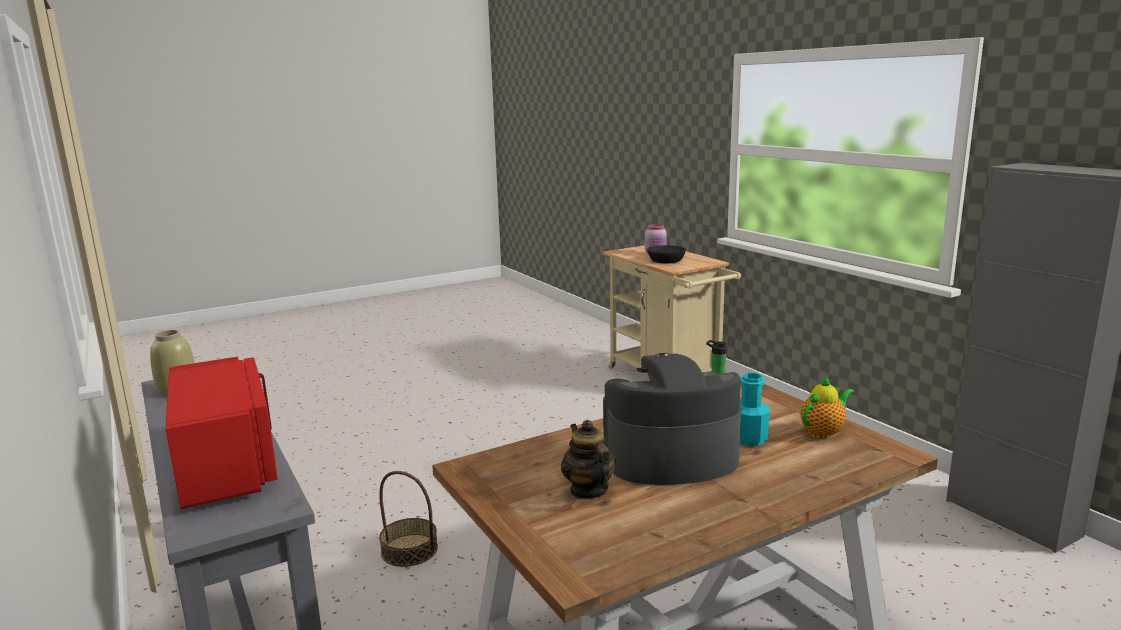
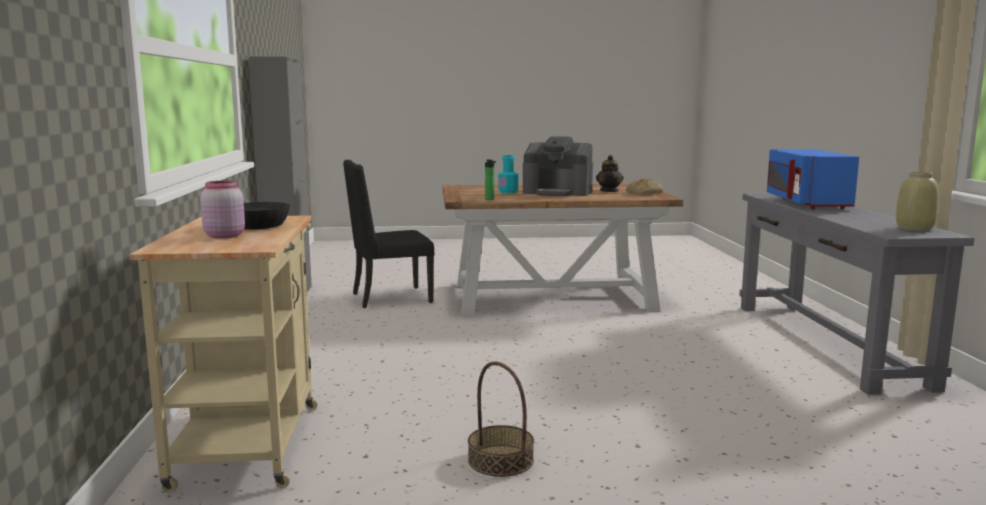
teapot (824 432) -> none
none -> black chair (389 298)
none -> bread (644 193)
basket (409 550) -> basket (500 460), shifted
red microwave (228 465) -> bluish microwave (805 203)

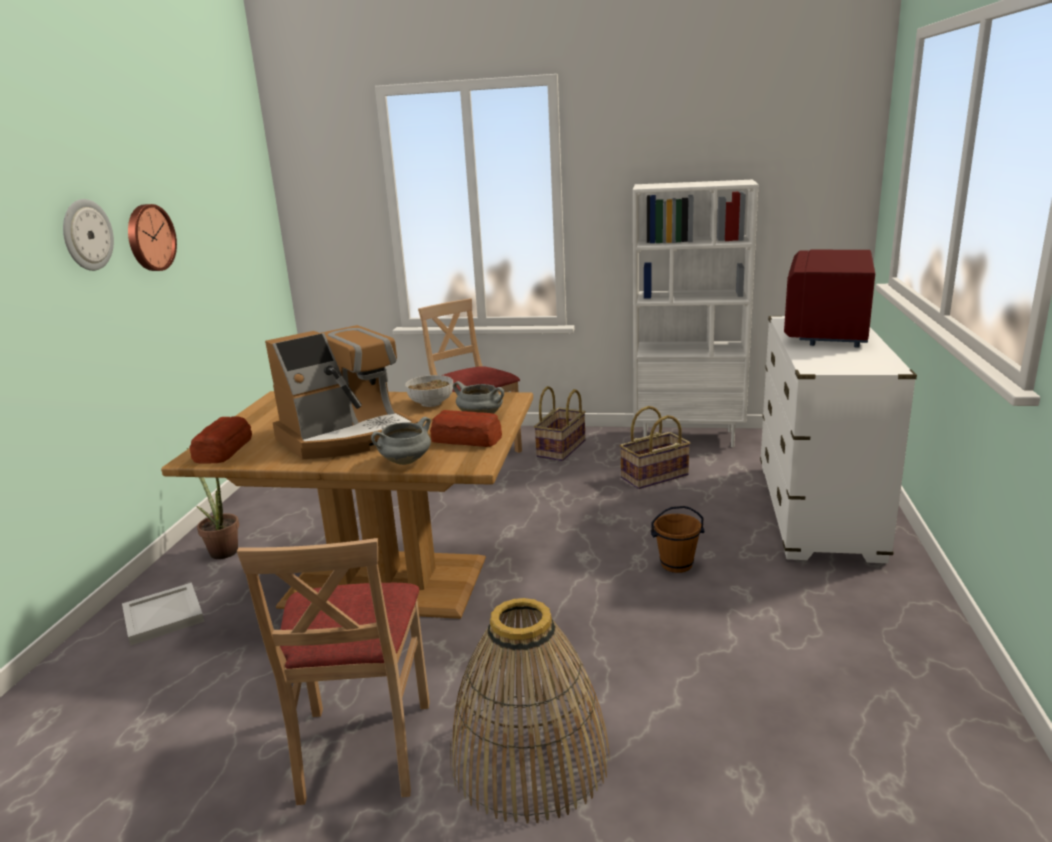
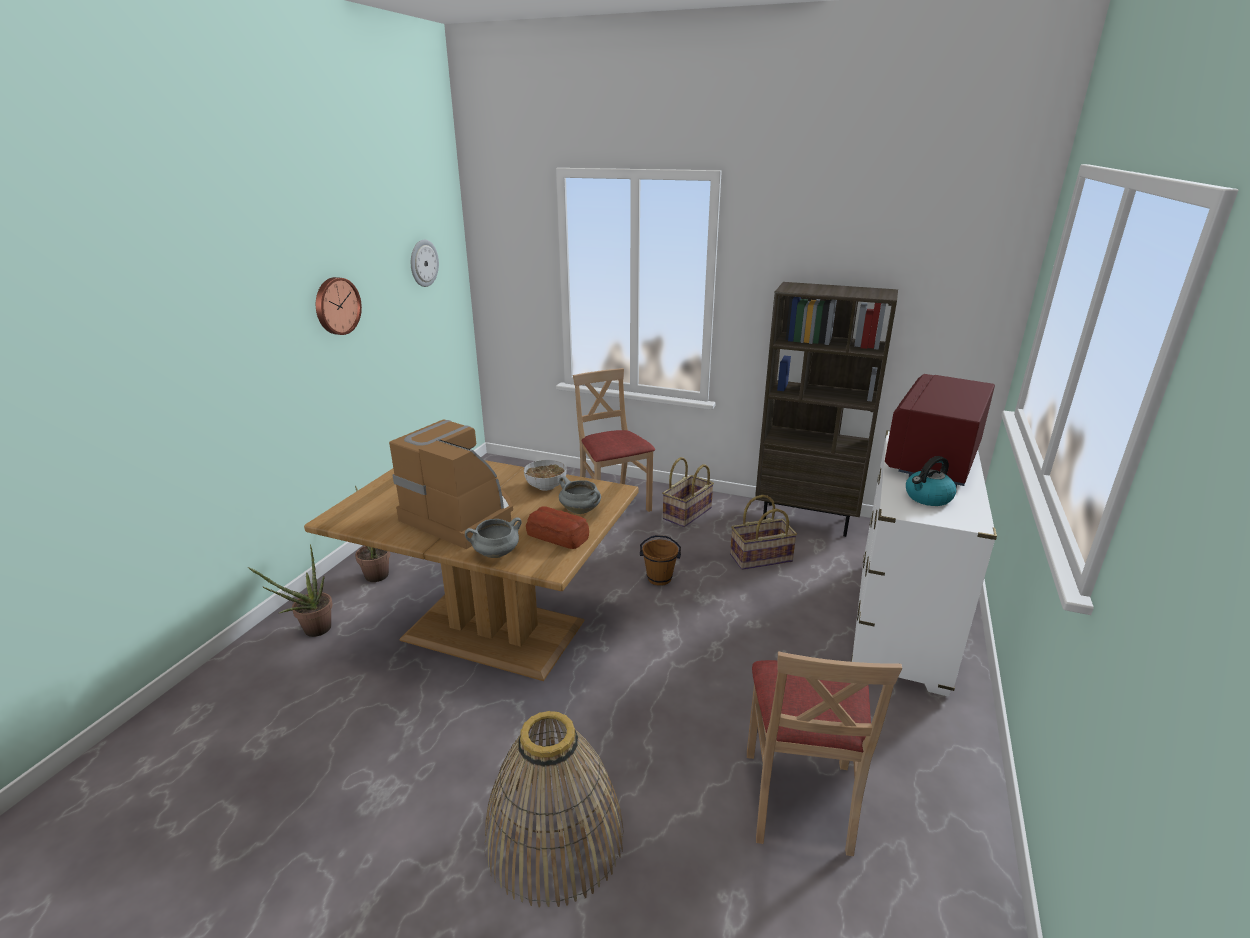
bread (222 450) -> none
none -> water kettle (928 498)
wall clock (86 235) -> wall clock (423 263), shifted
sand-coloured chair (363 749) -> sand-coloured chair (799 799), shifted
brown bucket (676 564) -> brown bucket (659 578), shifted
white tray (162 616) -> potted plant (311 631)
white bookshelf (688 437) -> brown bookshelf (807 519)
coffee maker (347 437) -> coffee maker (461 515), 120 degrees counterclockwise

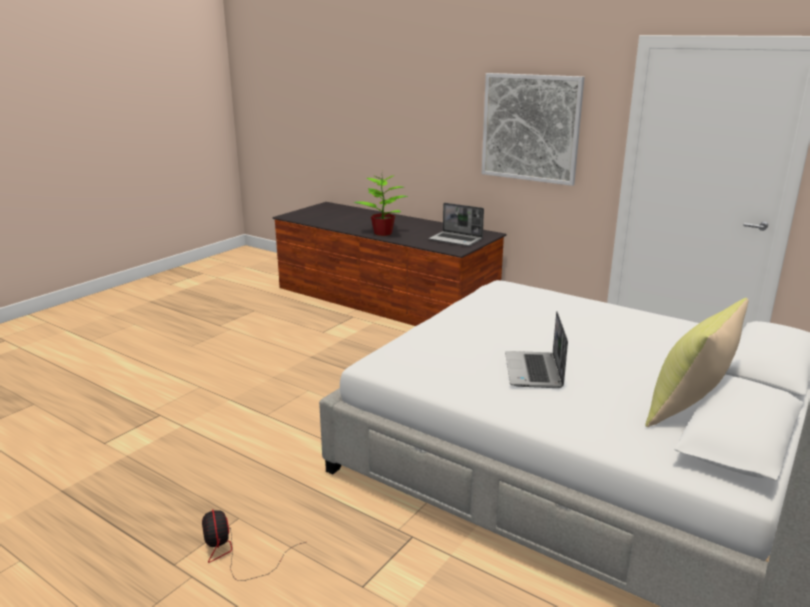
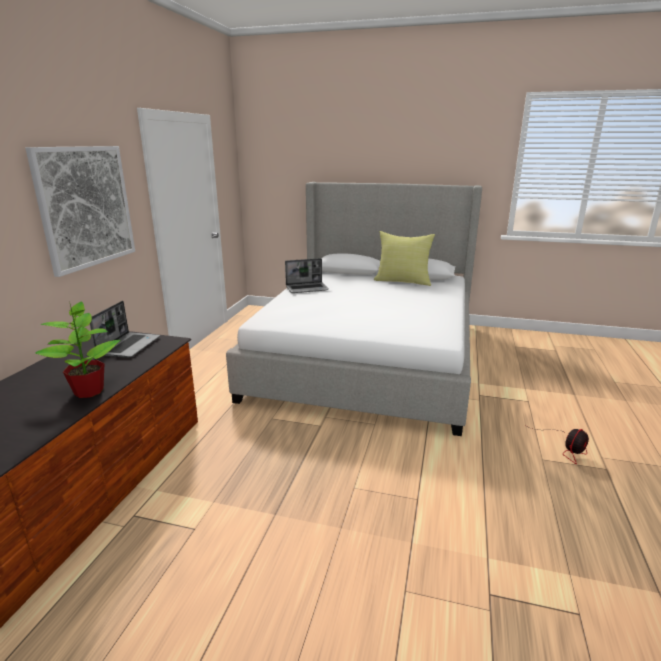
laptop (534 371) -> laptop (307 288), shifted

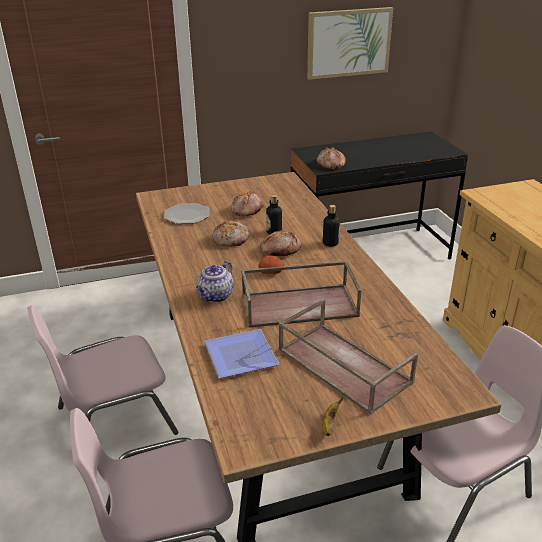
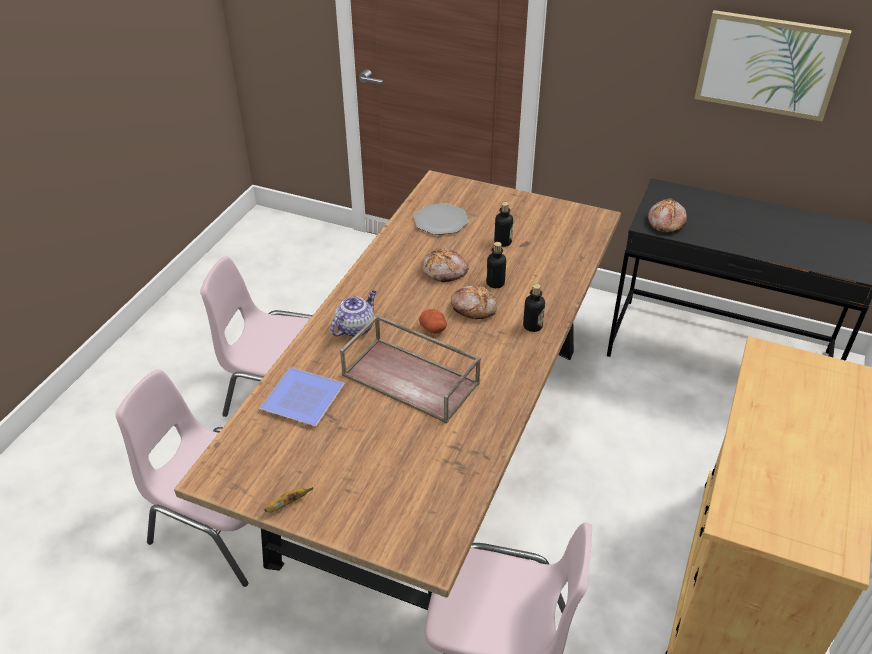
brown tray (341 366) -> none
bread (246 210) -> bottle (503 242)
teapot (216 296) -> teapot (355 328), 150 degrees clockwise

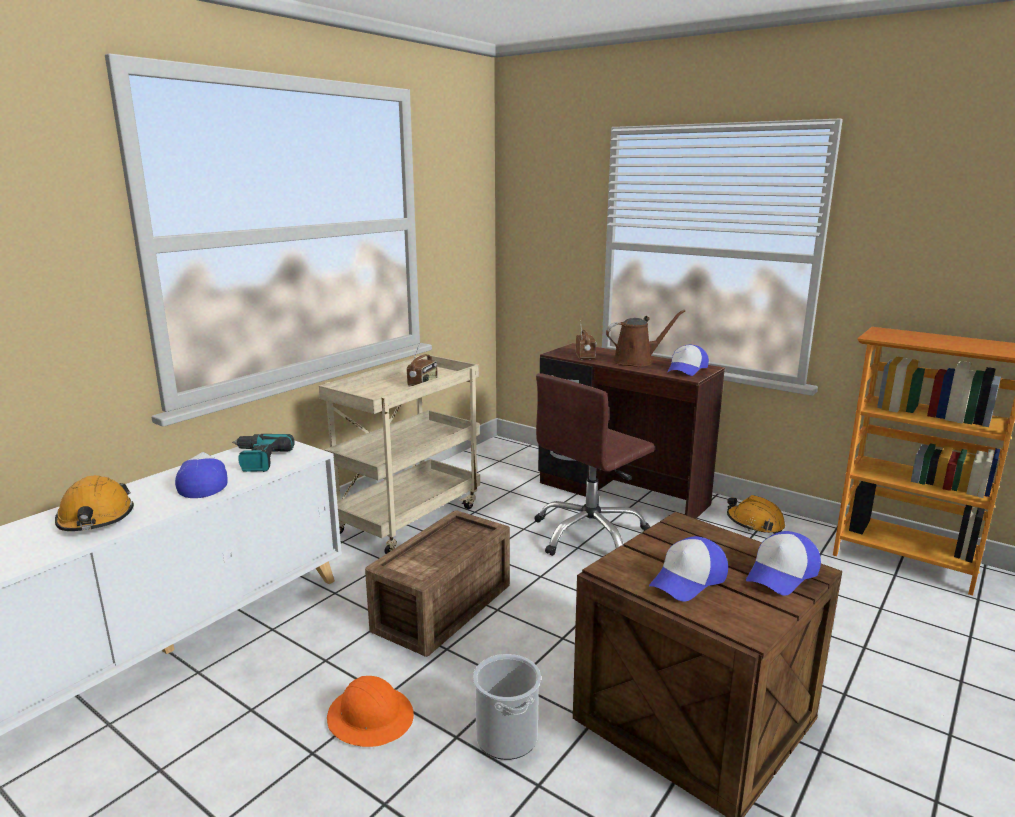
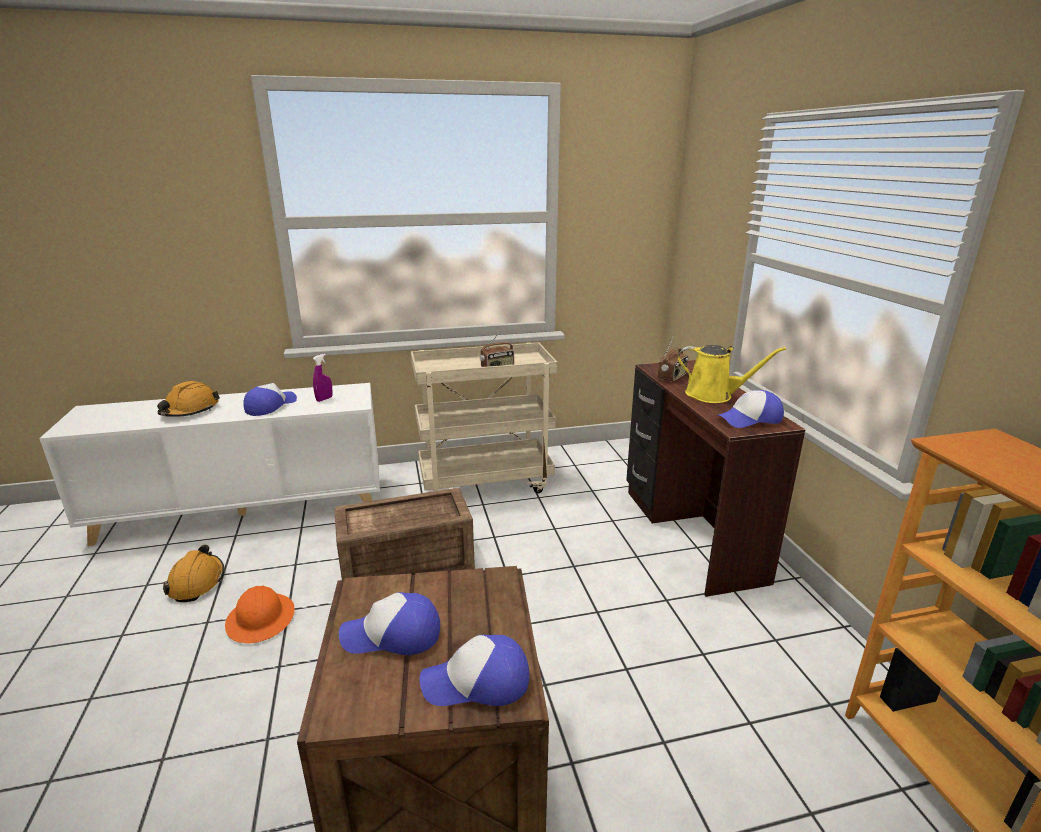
bucket (507 737) -> none
brown computer chair (590 534) -> none
orangey work helmet (755 523) -> orangey work helmet (197 582), shifted
electric drill (258 460) -> purple-coloured sprayer (324 399)
brown watering pot (636 361) -> yellow watering pot (713 395)

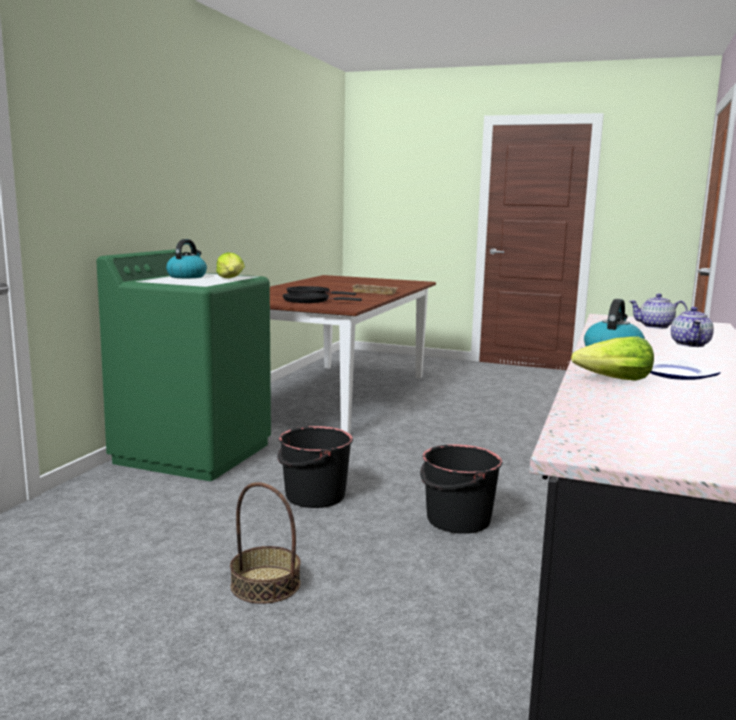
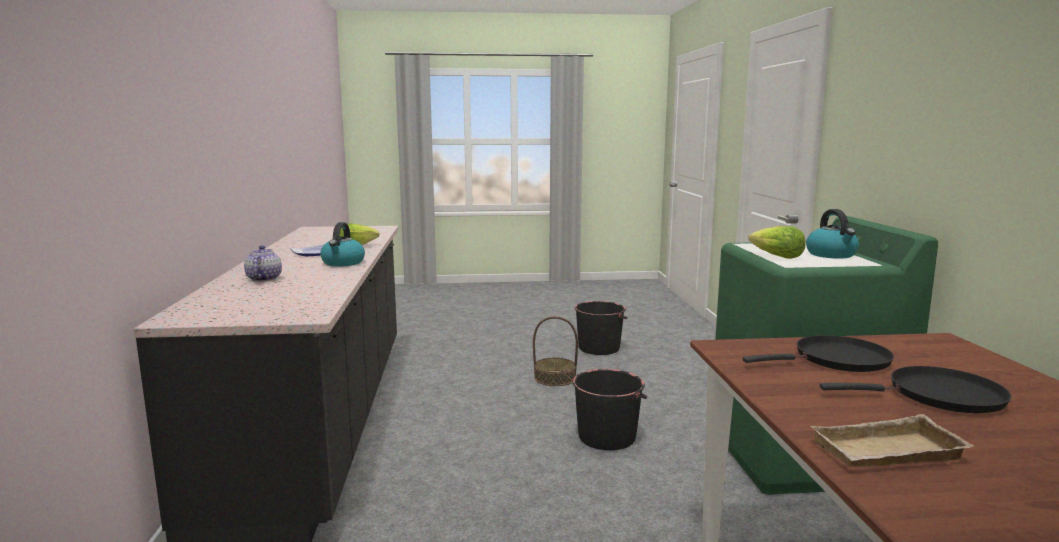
teapot (655 326) -> none
black bucket (457 520) -> black bucket (599 348), shifted

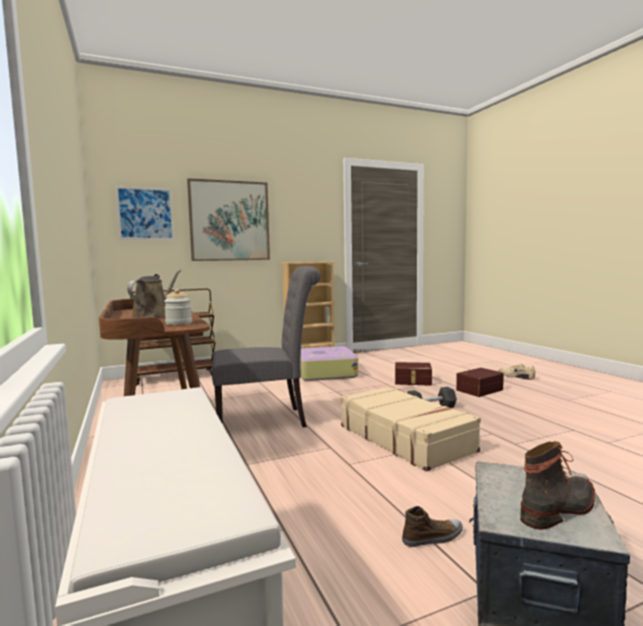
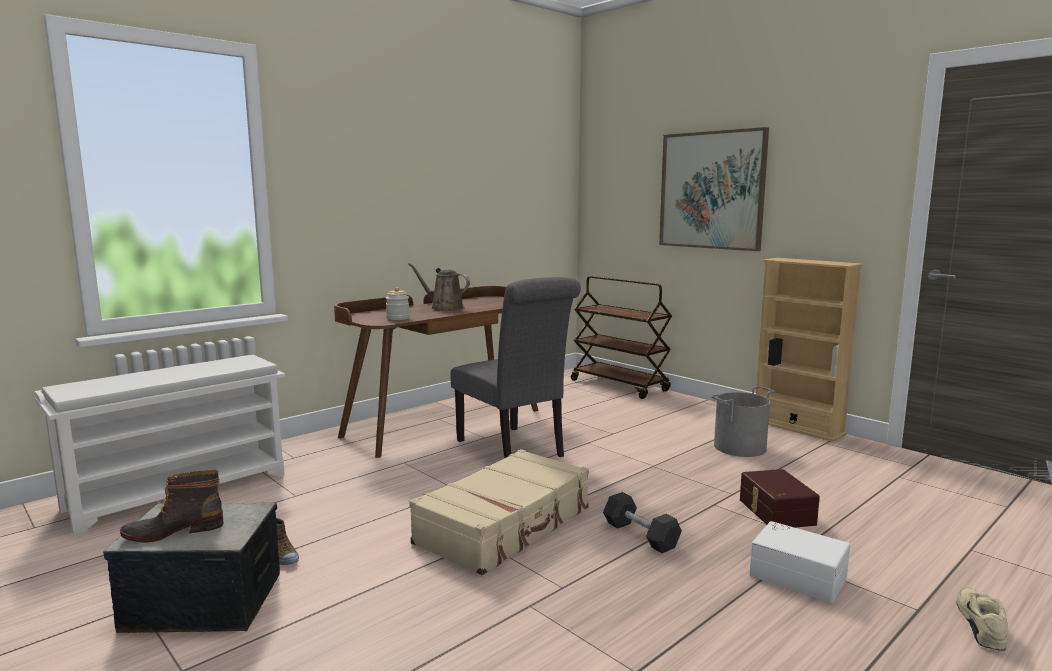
picture (145 213) -> none
suitcase (325 372) -> gray bucket (739 447)
brown storage container (478 390) -> white storage container (798 575)
brown watering pot (153 316) -> brown watering pot (444 308), 150 degrees counterclockwise
tall boot (559 508) -> tall boot (174 531), 120 degrees clockwise

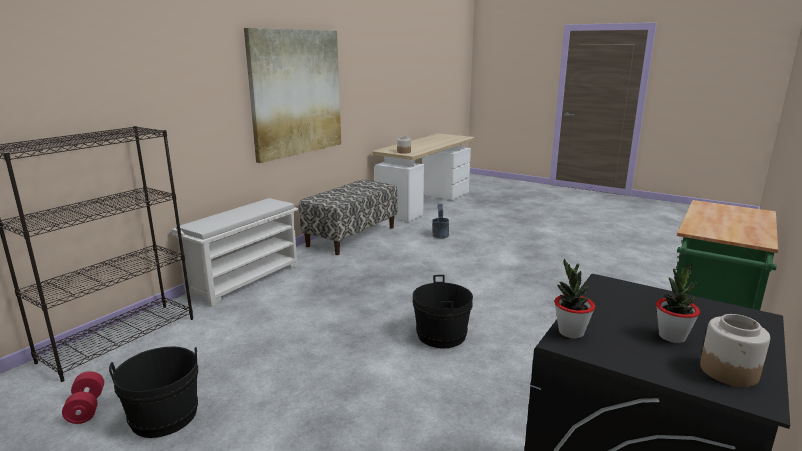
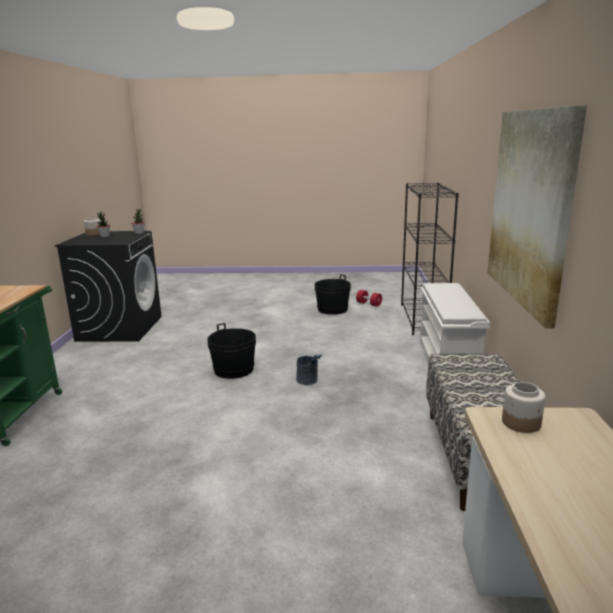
gray bucket (440 235) -> gray bucket (309 382), shifted

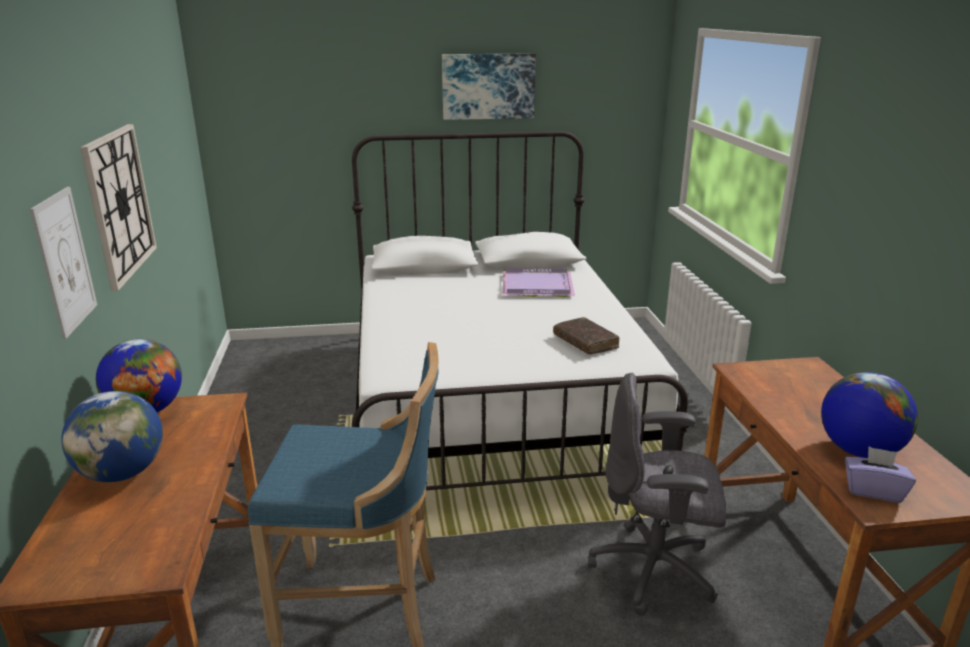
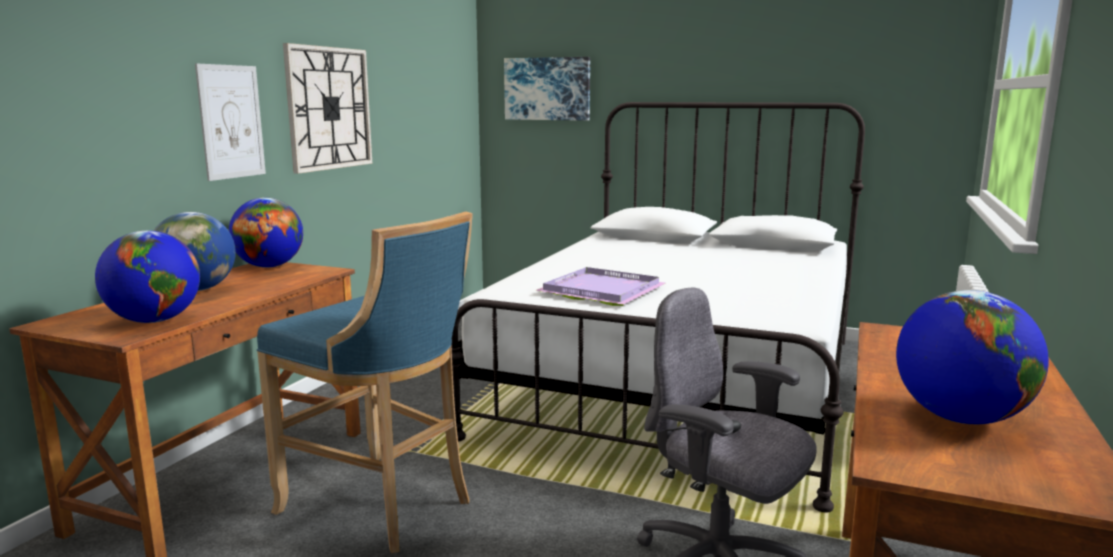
brown book (585 342) -> none
purple-coloured tissue holder (873 490) -> none
none -> desk globe (154 320)
picture (488 86) -> picture (547 89), shifted
purple-coloured tray (536 285) -> purple-coloured tray (601 290), shifted

